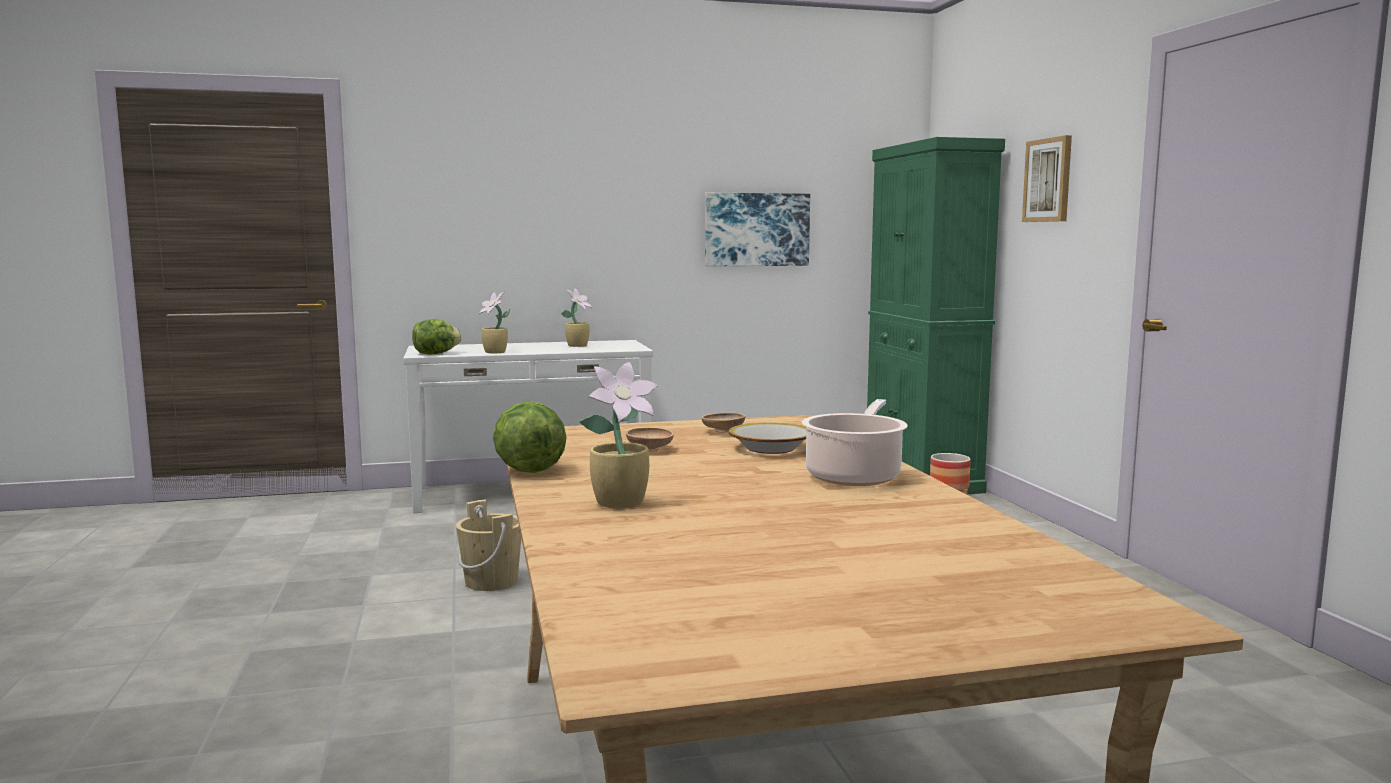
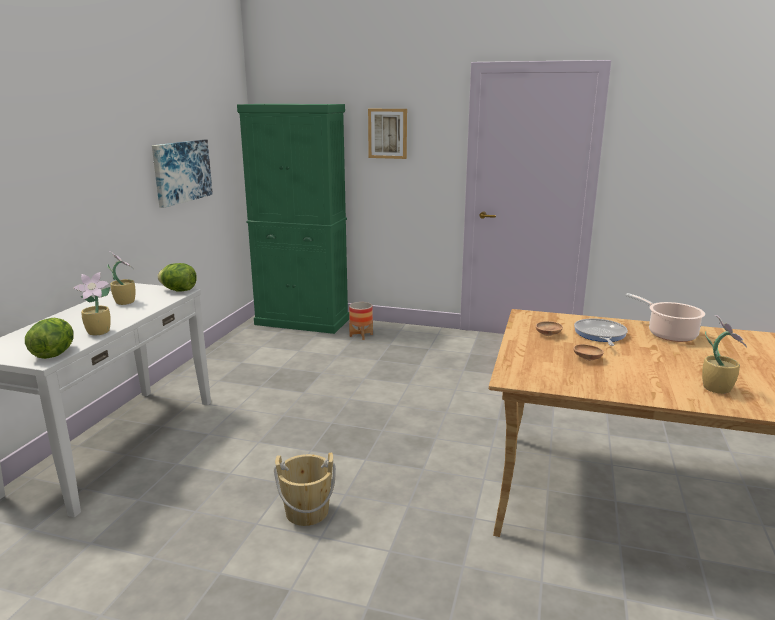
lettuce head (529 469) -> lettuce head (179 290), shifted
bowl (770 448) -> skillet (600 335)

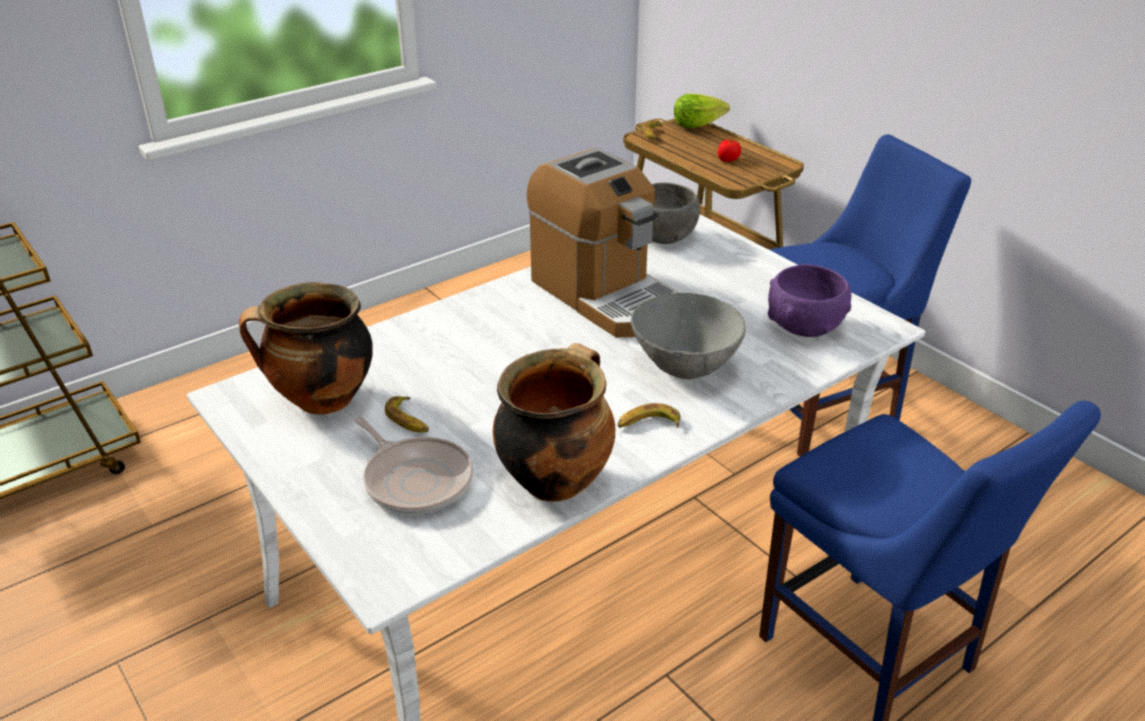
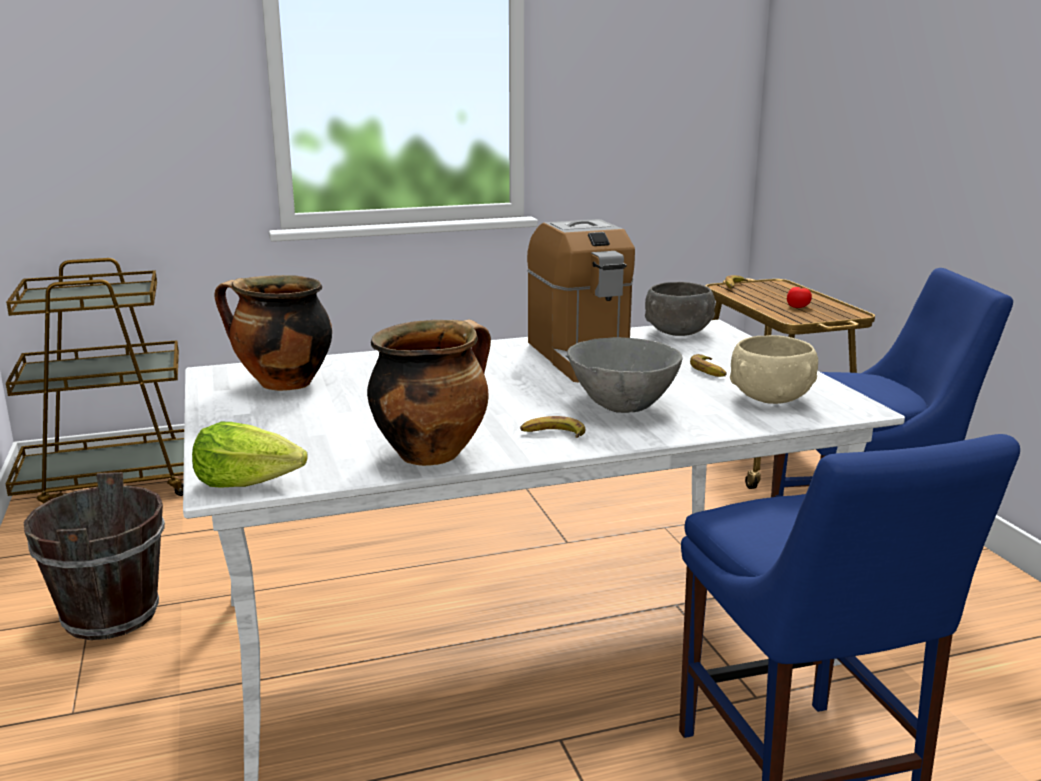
skillet (416 479) -> none
none -> brown bucket (111 615)
whole banana (408 420) -> whole banana (709 370), shifted
lettuce head (697 124) -> lettuce head (248 482), shifted
purple-coloured bowl (805 327) -> sand-coloured bowl (771 398)

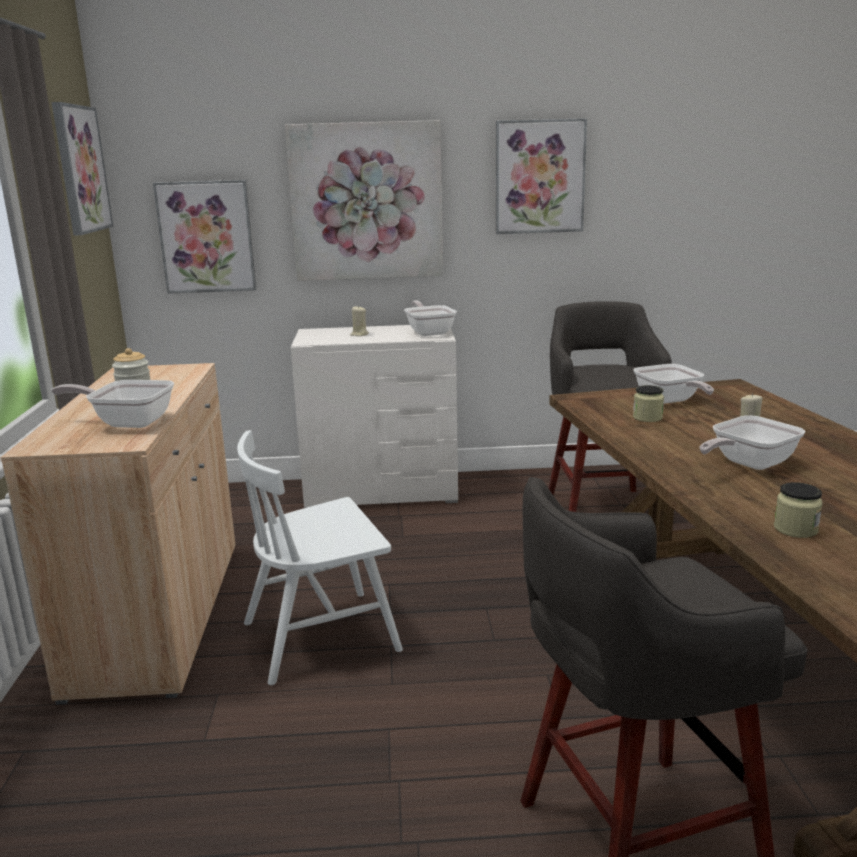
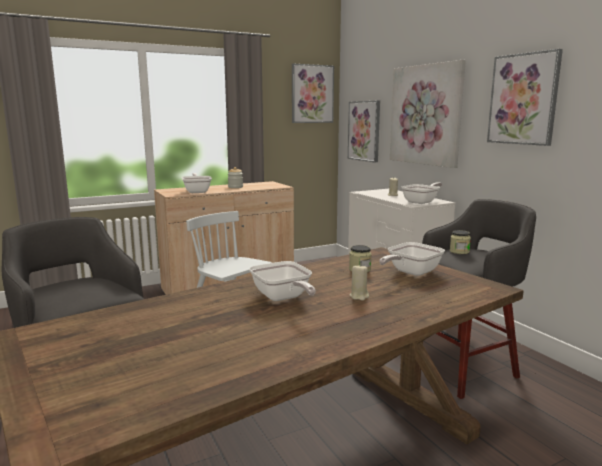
preserve jar (795 529) -> preserve jar (459 251), shifted
skillet (748 464) -> skillet (283 298), 150 degrees counterclockwise

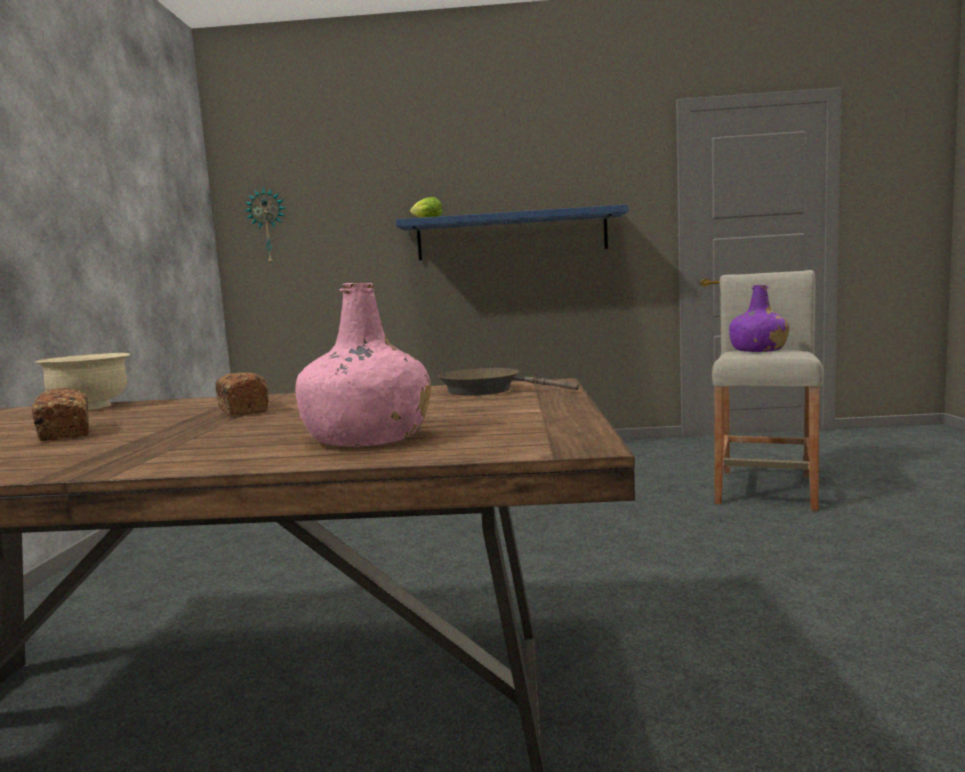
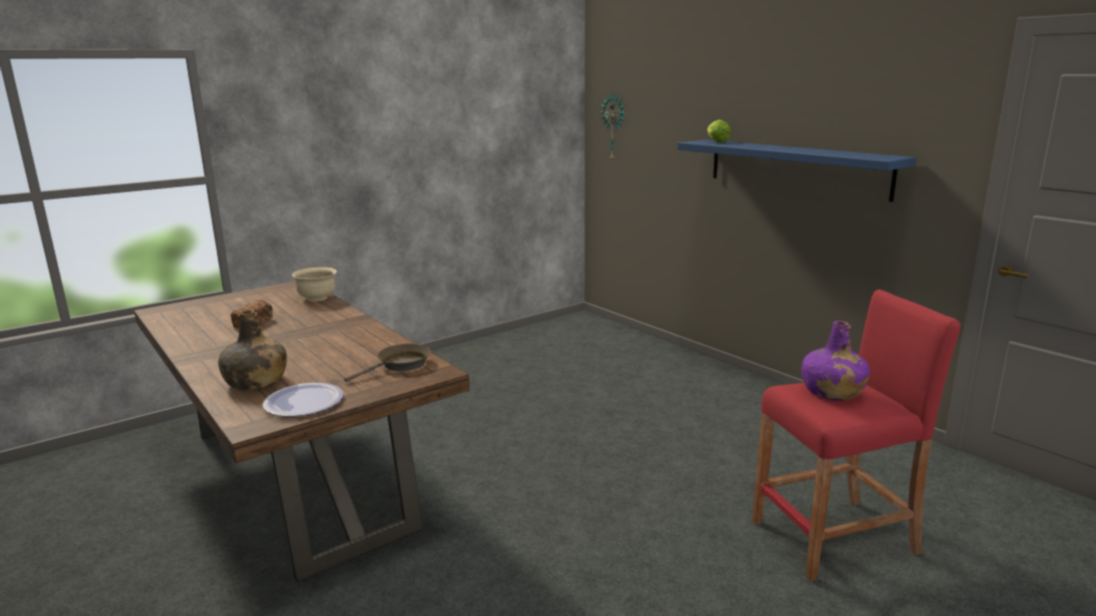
bread (243 410) -> none
none -> plate (303 402)
pink-coloured bottle (368 438) -> green-coloured bottle (256 382)
sand-coloured sitting stool (766 489) -> red sitting stool (834 538)
brown skillet (487 390) -> brown skillet (400 365), 60 degrees clockwise

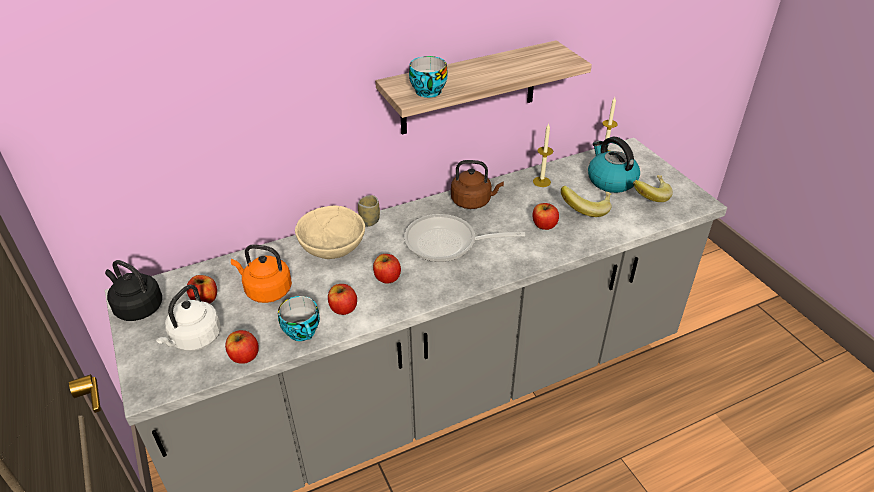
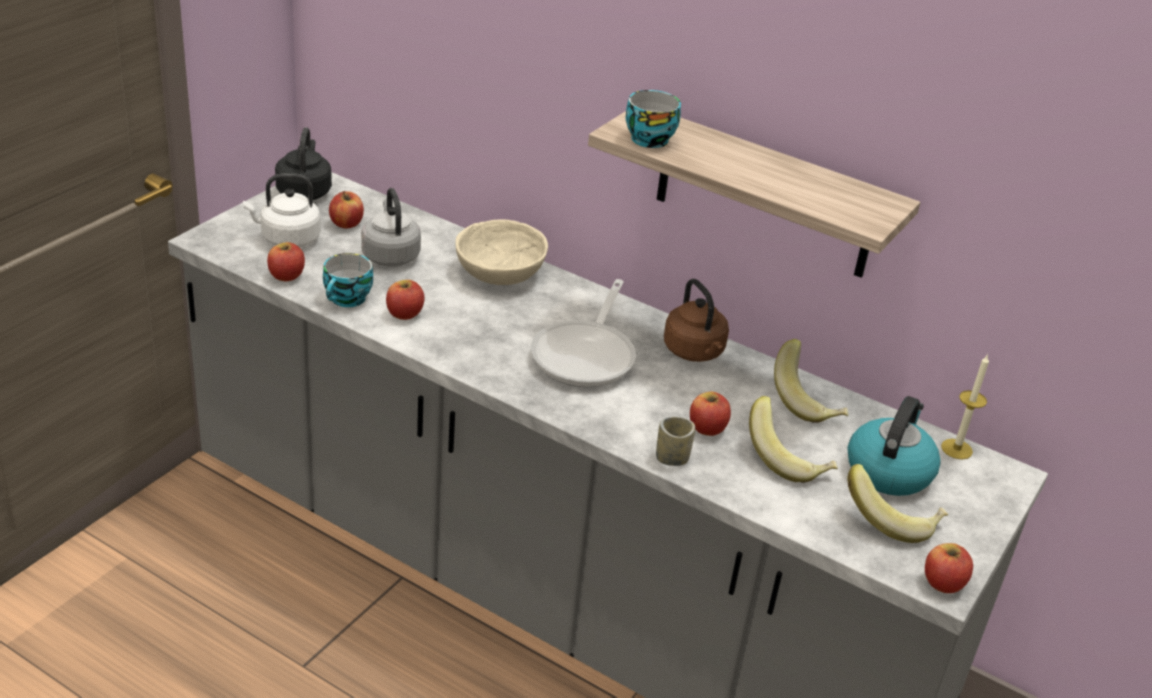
small cup (369 221) -> small cup (672 458), shifted
apple (387 278) -> apple (943 583), shifted
wax light (541 182) -> whole banana (808 402)
orangey water kettle (266 290) -> gray water kettle (390 255)
skillet (447 243) -> skillet (587 355), 135 degrees counterclockwise

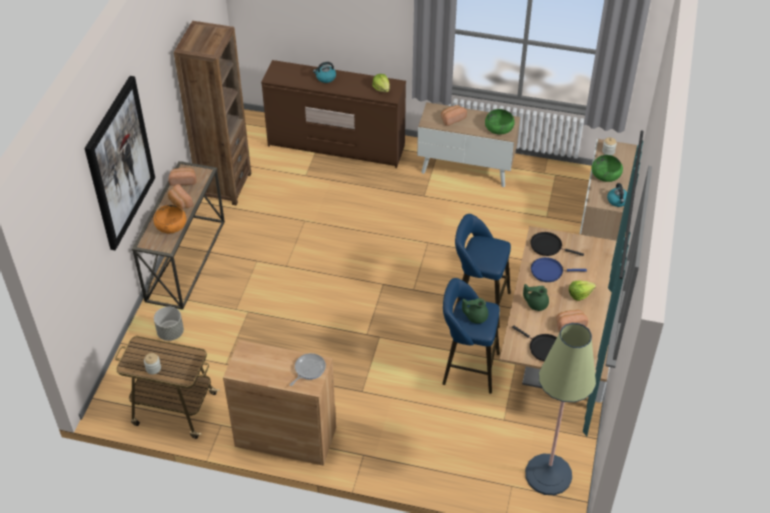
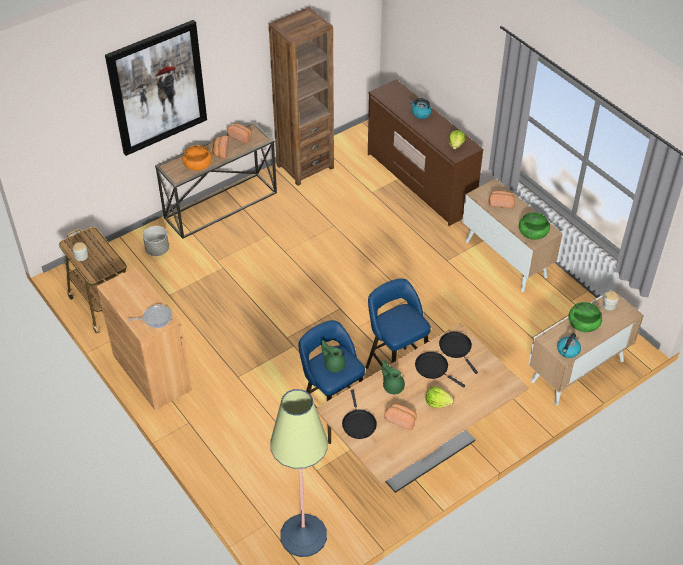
bluish skillet (549 271) -> black skillet (433 368)

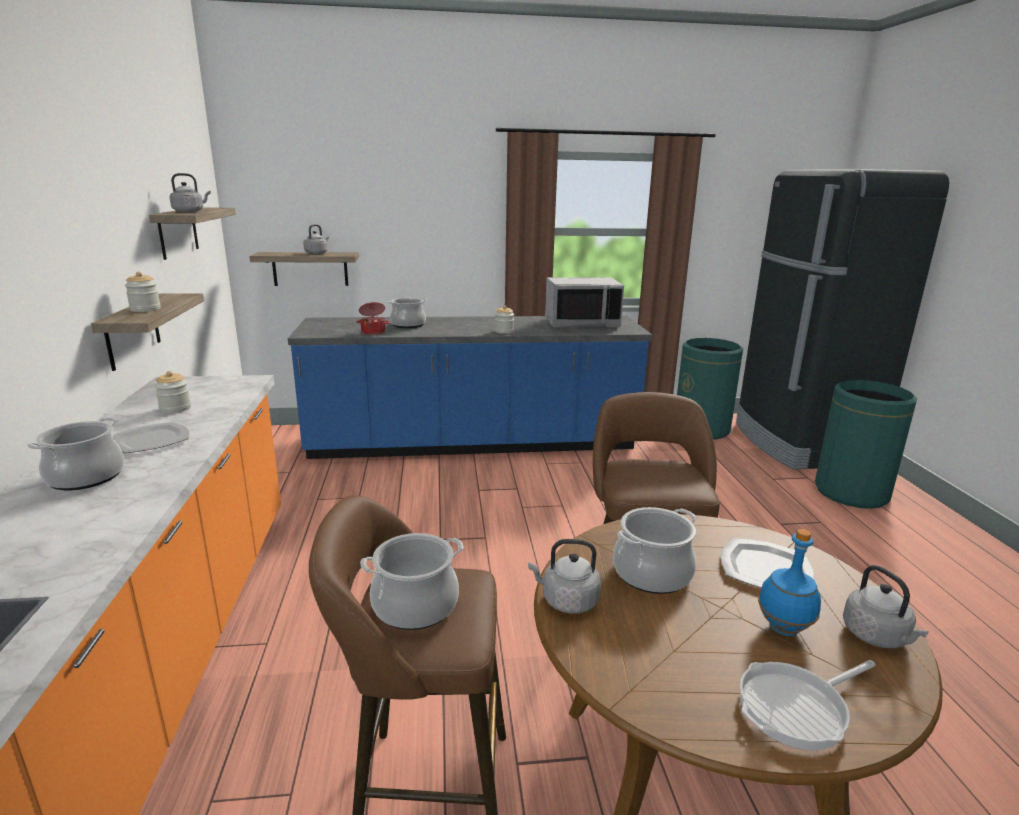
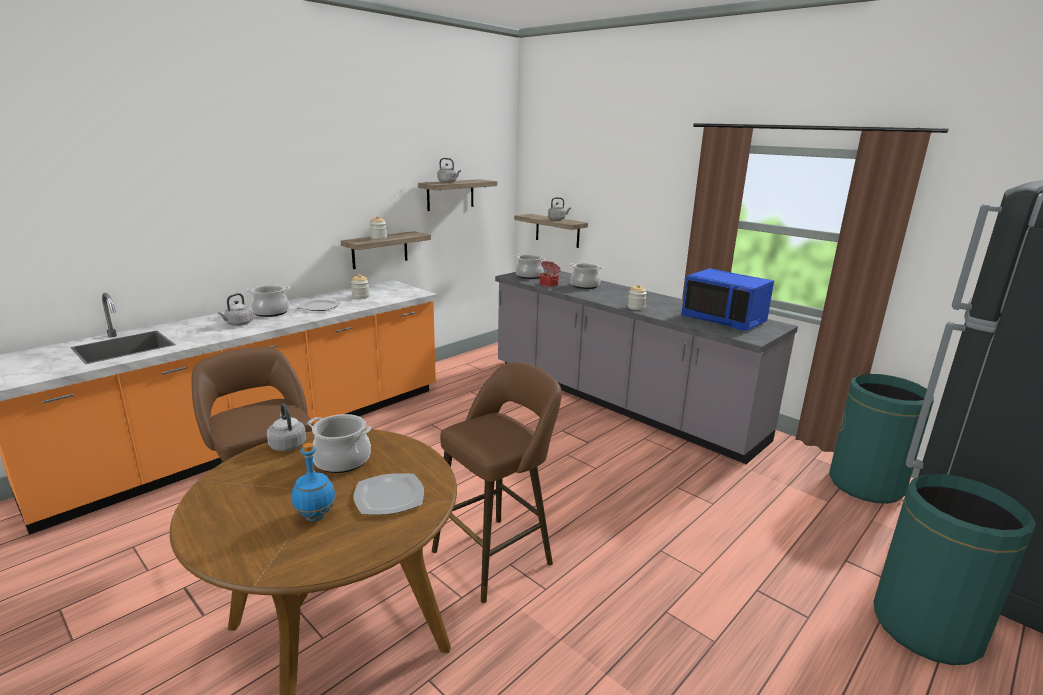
skillet (797 707) -> none
stockpot (415 606) -> stockpot (529 276), shifted
gray water kettle (877 637) -> gray water kettle (238 324), shifted
bluish kitchen base unit (473 444) -> gray kitchen base unit (618 402)
gray microwave (581 323) -> bluish microwave (724 319)

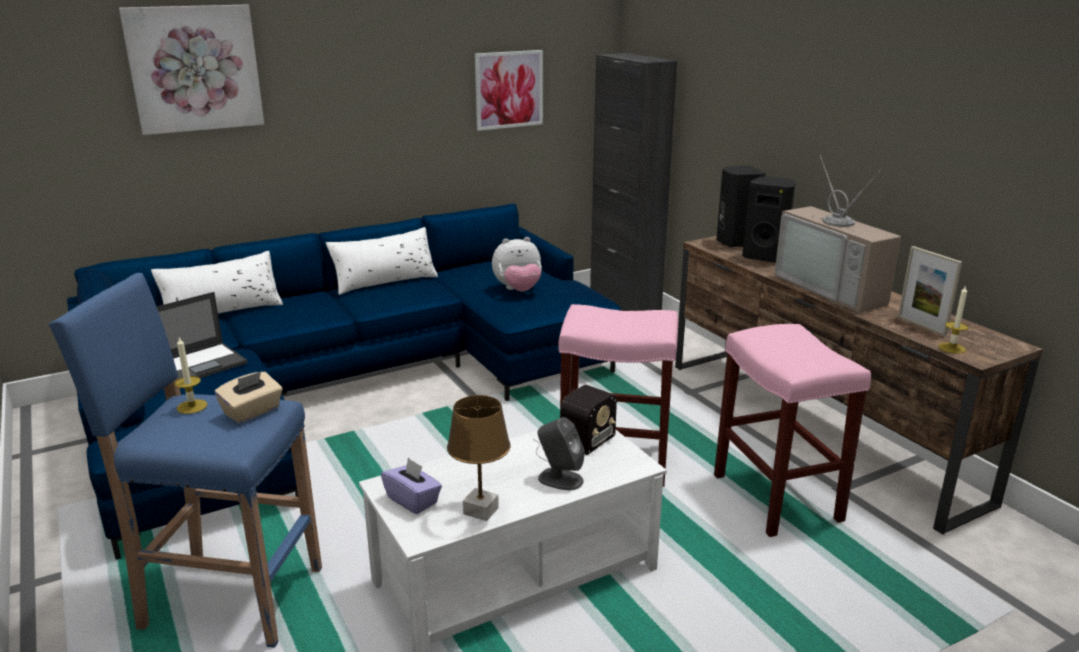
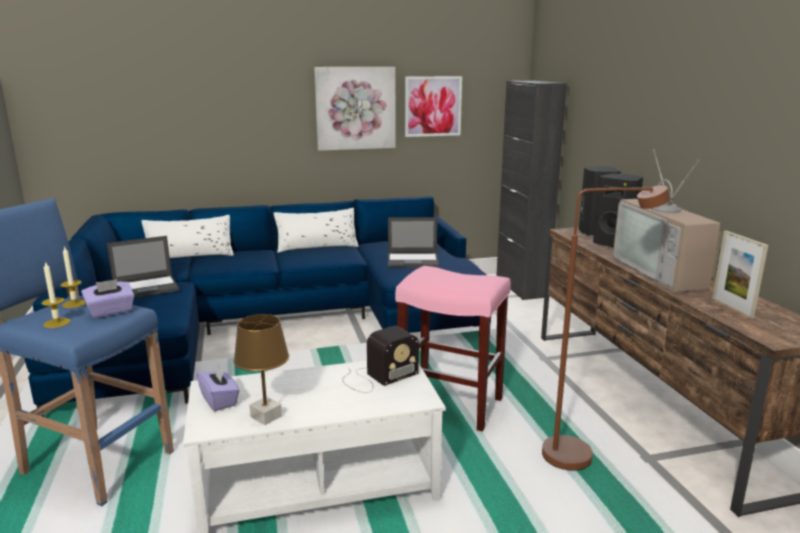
gray speaker (560 479) -> none
picture (194 68) -> picture (355 108), shifted
wax light (952 348) -> wax light (57 323), shifted
soft toy (518 290) -> laptop (413 260)
pink-coloured sitting stool (774 497) -> brown standing lamp (580 455)
sand-coloured tissue holder (252 412) -> purple-coloured tissue holder (111 311)

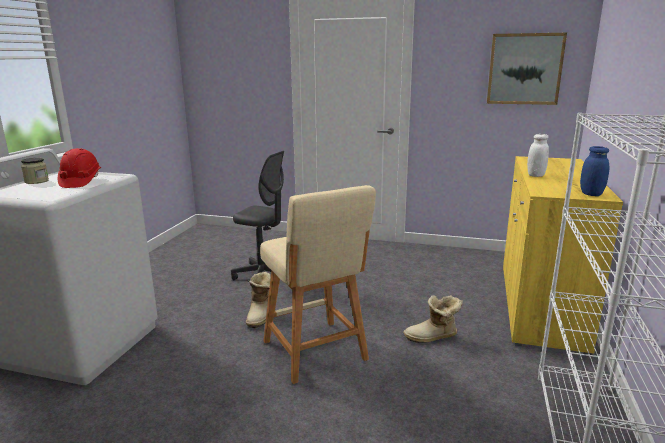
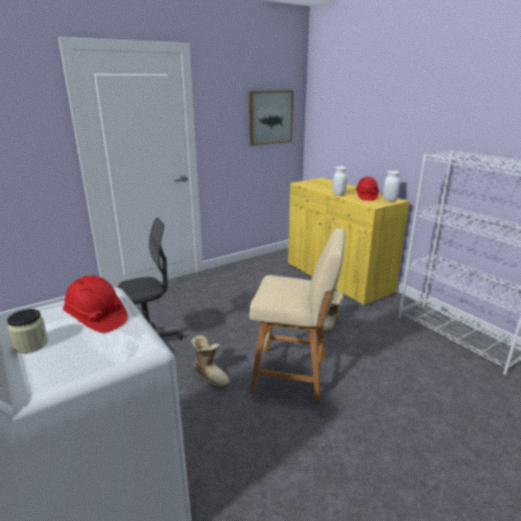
none -> red work helmet (366 197)
bluish preserve jar (591 194) -> white preserve jar (389 200)

